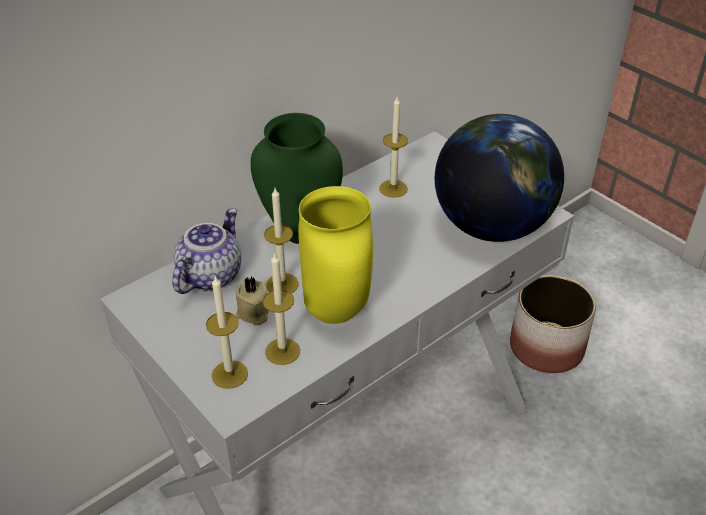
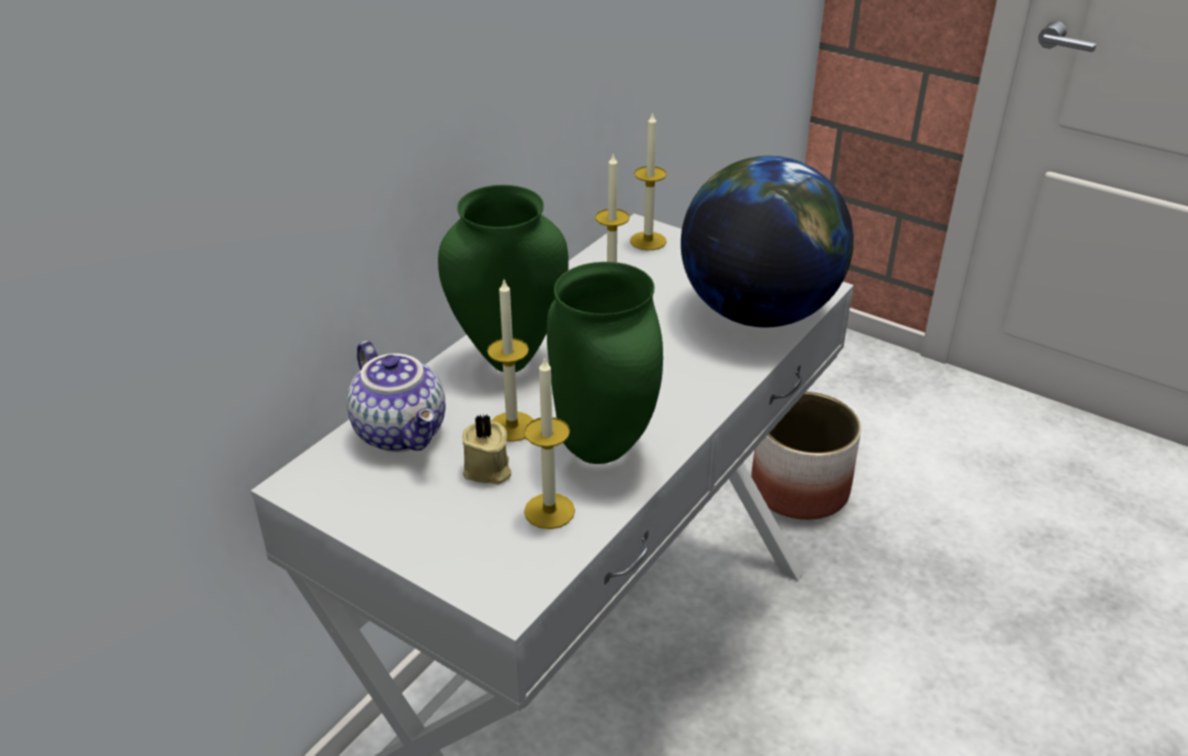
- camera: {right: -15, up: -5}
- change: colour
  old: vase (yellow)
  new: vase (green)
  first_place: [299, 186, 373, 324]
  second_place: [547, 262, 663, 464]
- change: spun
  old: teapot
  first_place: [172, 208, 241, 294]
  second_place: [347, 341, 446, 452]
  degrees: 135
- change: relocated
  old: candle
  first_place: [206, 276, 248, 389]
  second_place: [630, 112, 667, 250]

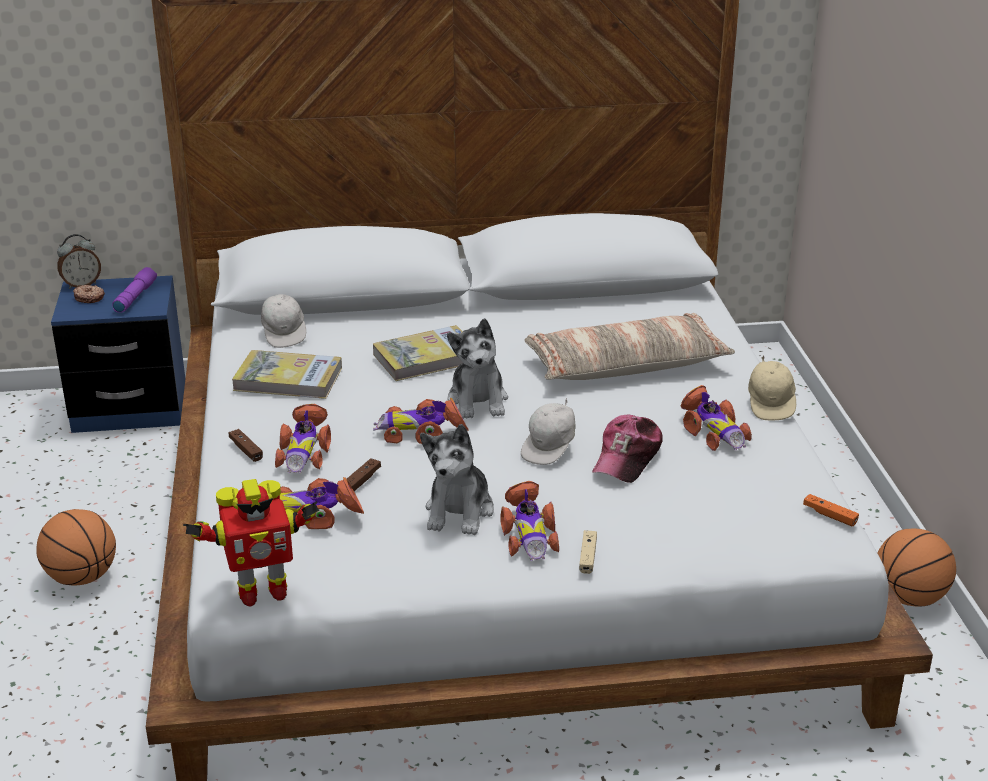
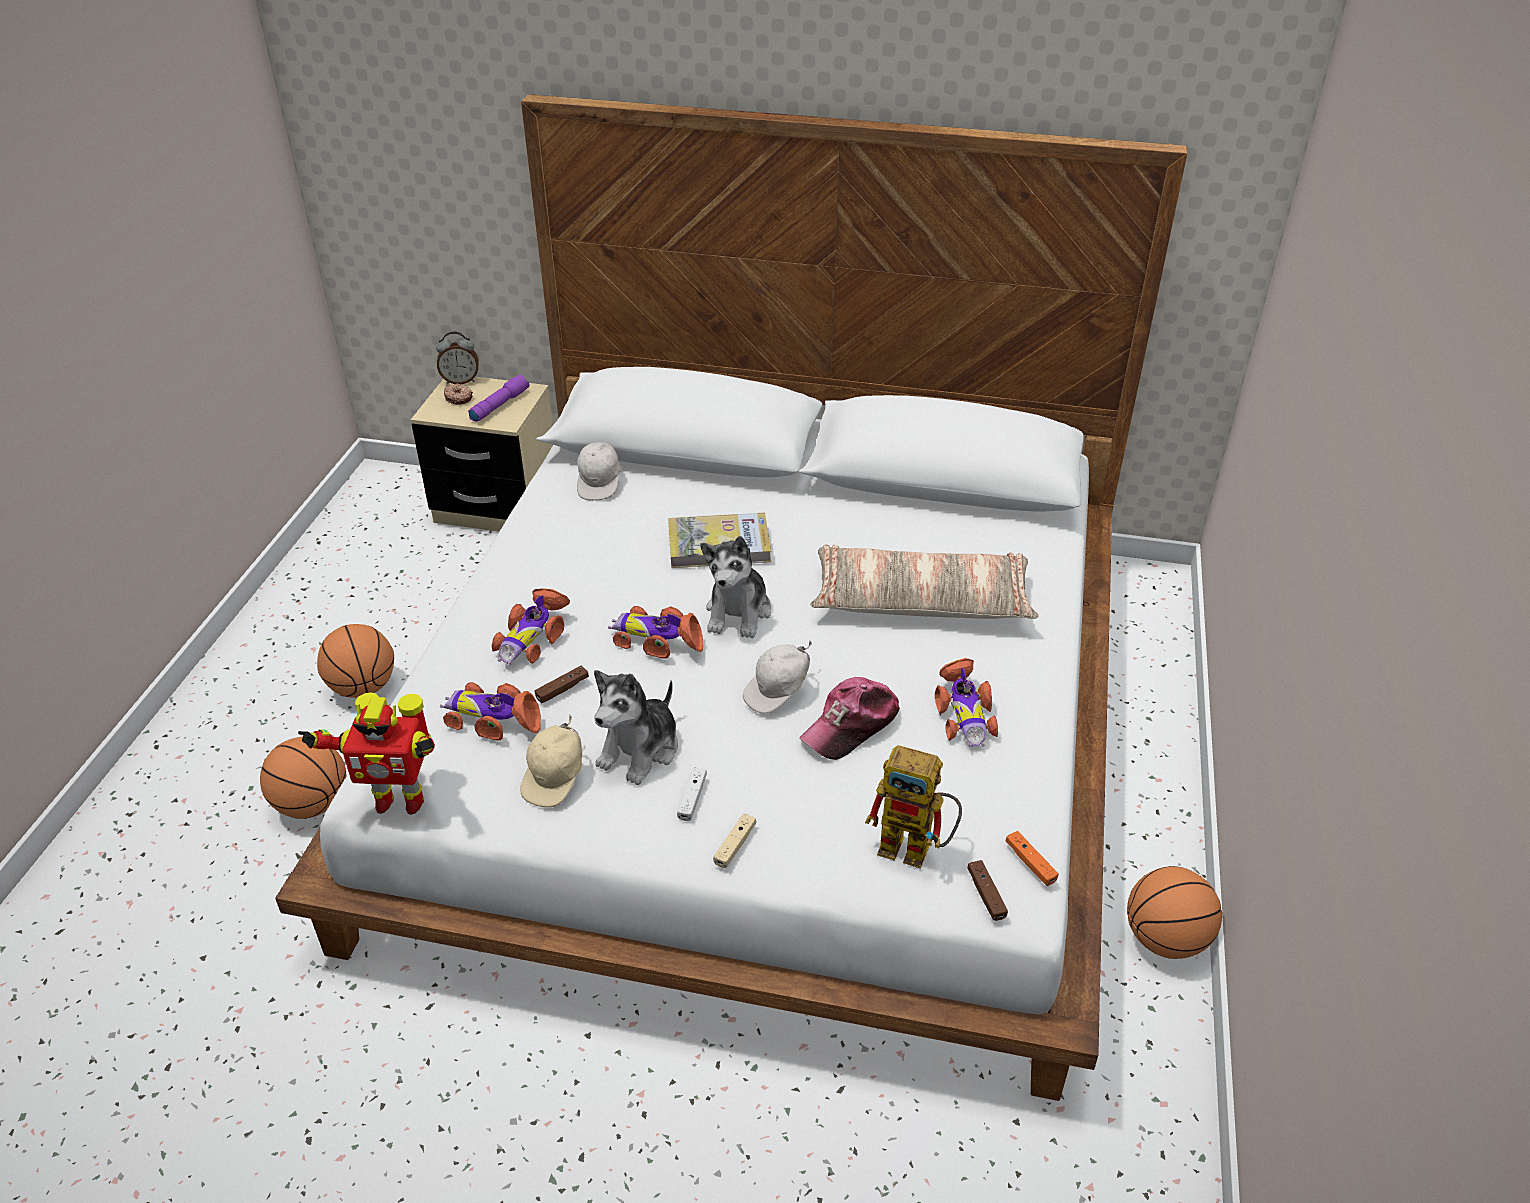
- camera: {right: 20, up: 10}
- change: colour
  old: nightstand (blue)
  new: nightstand (beige)
  first_place: [51, 275, 185, 433]
  second_place: [411, 377, 553, 532]
- change: missing
  old: book
  first_place: [232, 350, 342, 399]
- change: relocated
  old: cap (beige)
  first_place: [748, 355, 796, 421]
  second_place: [520, 714, 582, 807]
- change: relocated
  old: game controller (brown)
  first_place: [229, 429, 263, 462]
  second_place: [967, 860, 1008, 921]
- change: exchanged
  old: toy car
  new: game controller (white)
  first_place: [501, 481, 559, 561]
  second_place: [677, 767, 707, 821]
- change: appeared
  new: basketball
  second_place: [260, 736, 346, 819]
- change: appeared
  new: toy robot
  second_place: [865, 745, 962, 869]

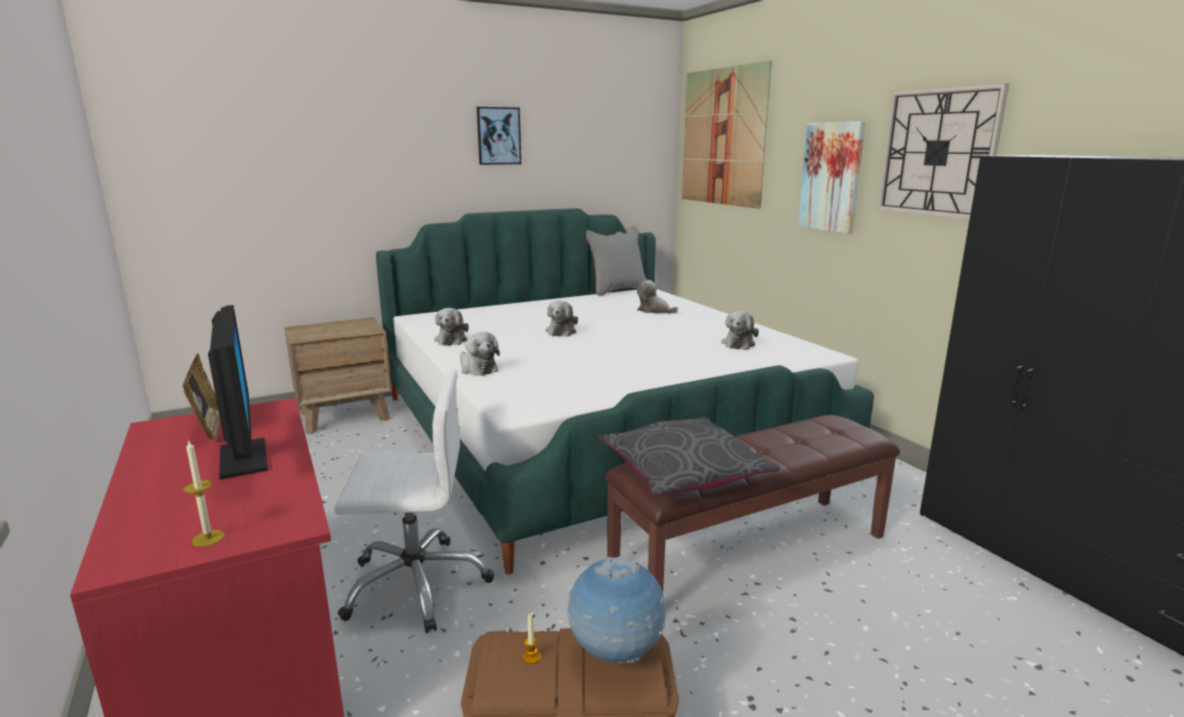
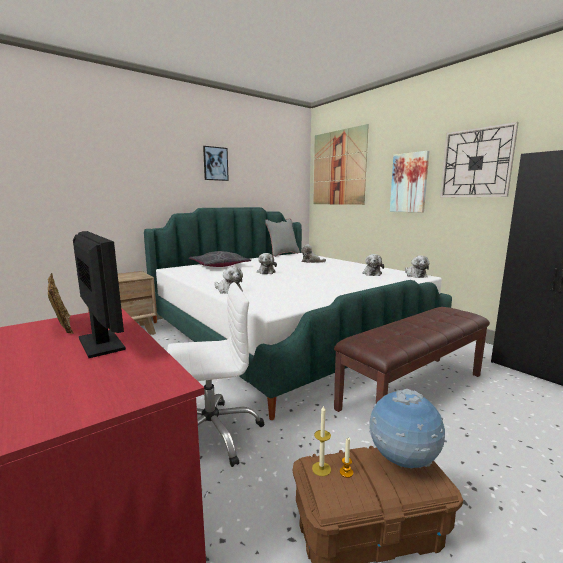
- camera: {right: -10, up: -5}
- change: relocated
  old: plush toy
  first_place: [434, 308, 469, 345]
  second_place: [405, 255, 429, 278]
- change: relocated
  old: pillow (grey)
  first_place: [598, 417, 780, 497]
  second_place: [189, 251, 251, 267]
- change: relocated
  old: candle
  first_place: [183, 439, 225, 547]
  second_place: [312, 405, 331, 476]

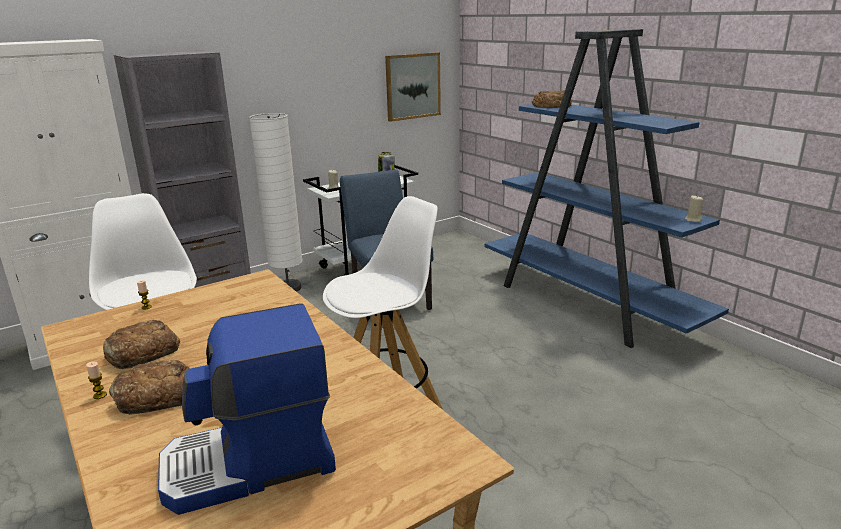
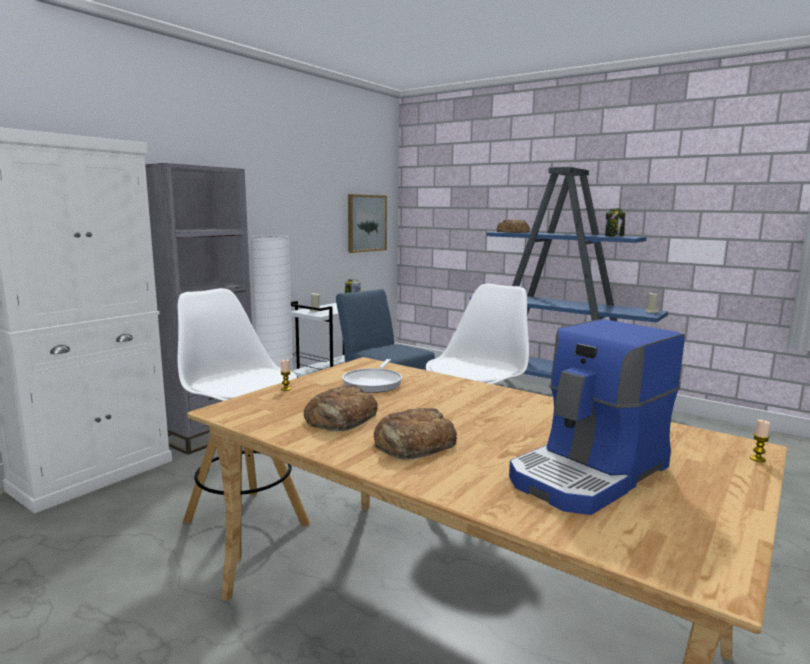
- camera: {right: -20, up: -10}
- change: relocated
  old: candle
  first_place: [86, 362, 107, 399]
  second_place: [750, 419, 770, 462]
- change: appeared
  new: jar
  second_place: [605, 208, 625, 237]
- change: appeared
  new: frying pan
  second_place: [342, 359, 402, 393]

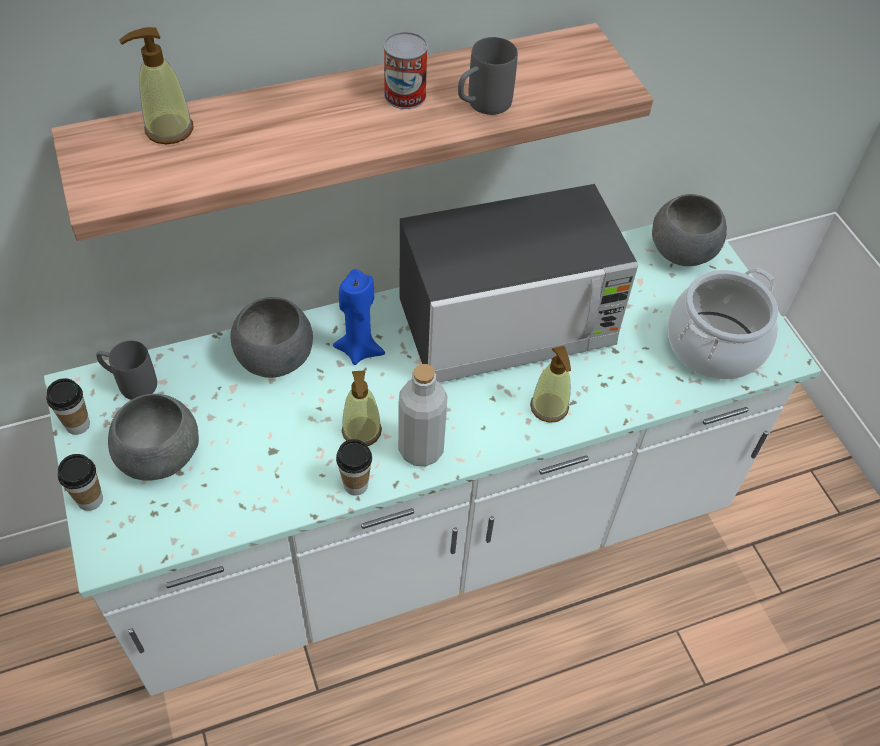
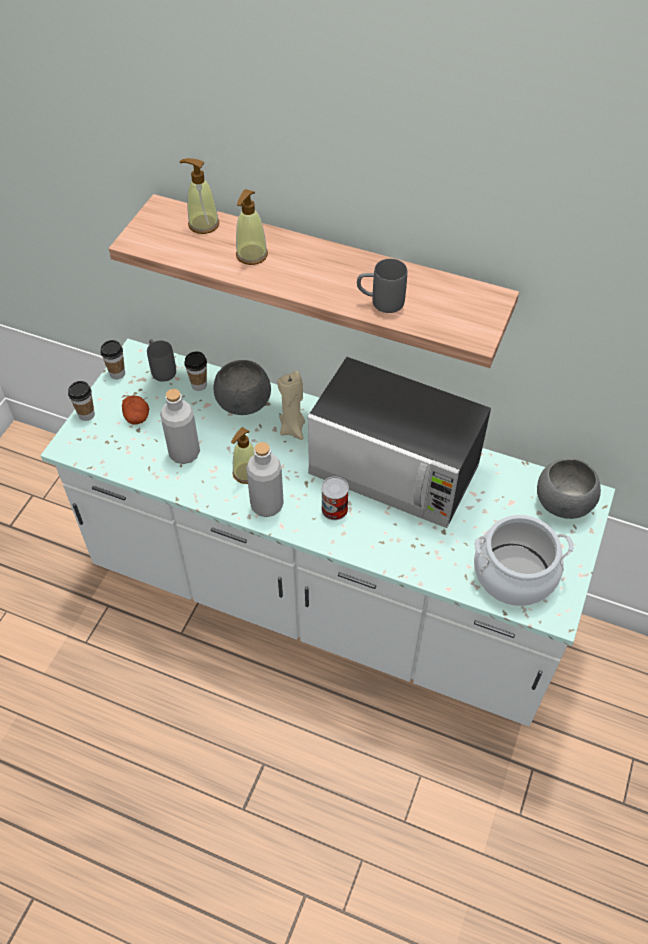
- camera: {right: 45, up: 0}
- change: relocated
  old: can
  first_place: [383, 32, 428, 109]
  second_place: [321, 477, 349, 520]
- change: colour
  old: candle (blue)
  new: candle (beige)
  first_place: [333, 269, 385, 365]
  second_place: [278, 371, 305, 440]
- change: relocated
  old: soap dispenser
  first_place: [530, 346, 571, 423]
  second_place: [236, 189, 268, 265]
- change: exchanged
  old: bowl (grey)
  new: potato
  first_place: [108, 394, 199, 481]
  second_place: [122, 395, 149, 425]
- change: relocated
  old: cup
  first_place: [336, 439, 372, 495]
  second_place: [184, 351, 207, 391]
- change: appeared
  new: bottle (grey)
  second_place: [160, 389, 200, 464]

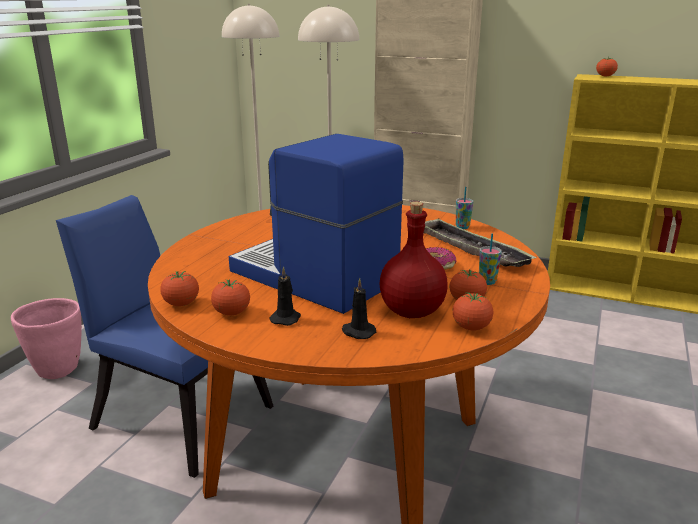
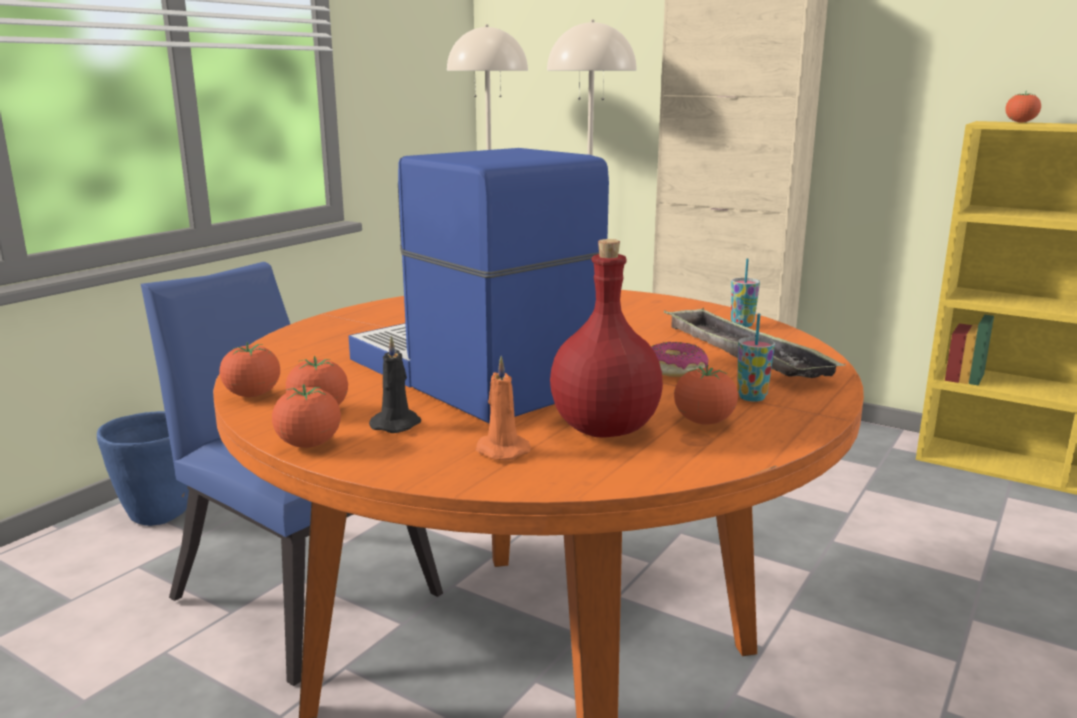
- camera: {right: 10, up: -5}
- change: colour
  old: candle (black)
  new: candle (orange)
  first_place: [342, 278, 376, 339]
  second_place: [476, 356, 531, 460]
- change: relocated
  old: tomato
  first_place: [453, 293, 493, 330]
  second_place: [272, 384, 341, 448]
- change: colour
  old: planter (pink)
  new: planter (blue)
  first_place: [11, 298, 82, 379]
  second_place: [97, 411, 189, 526]

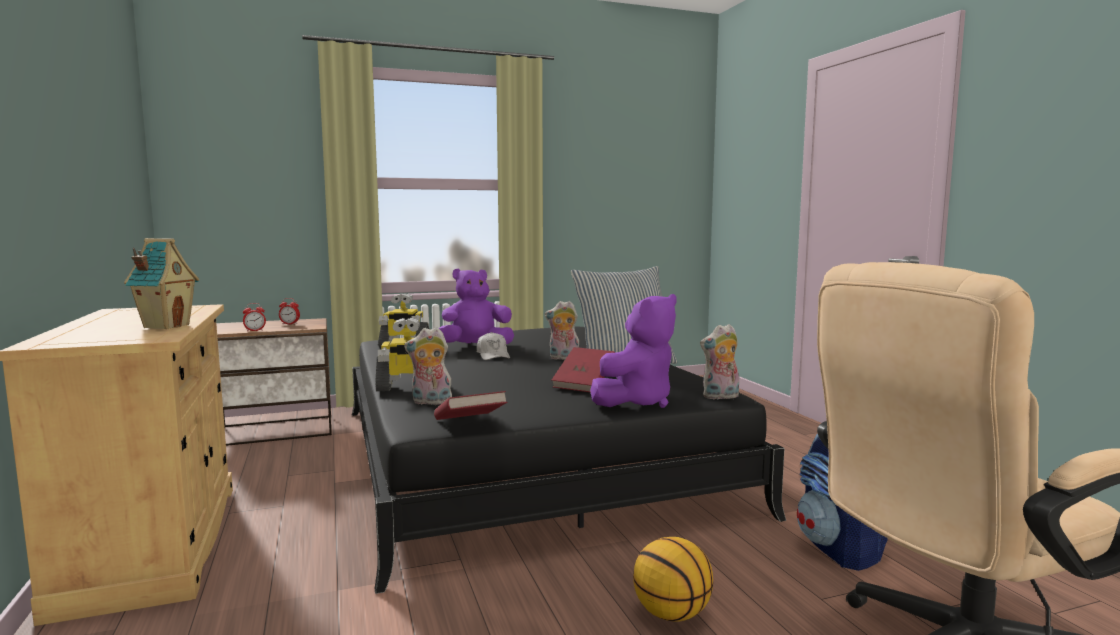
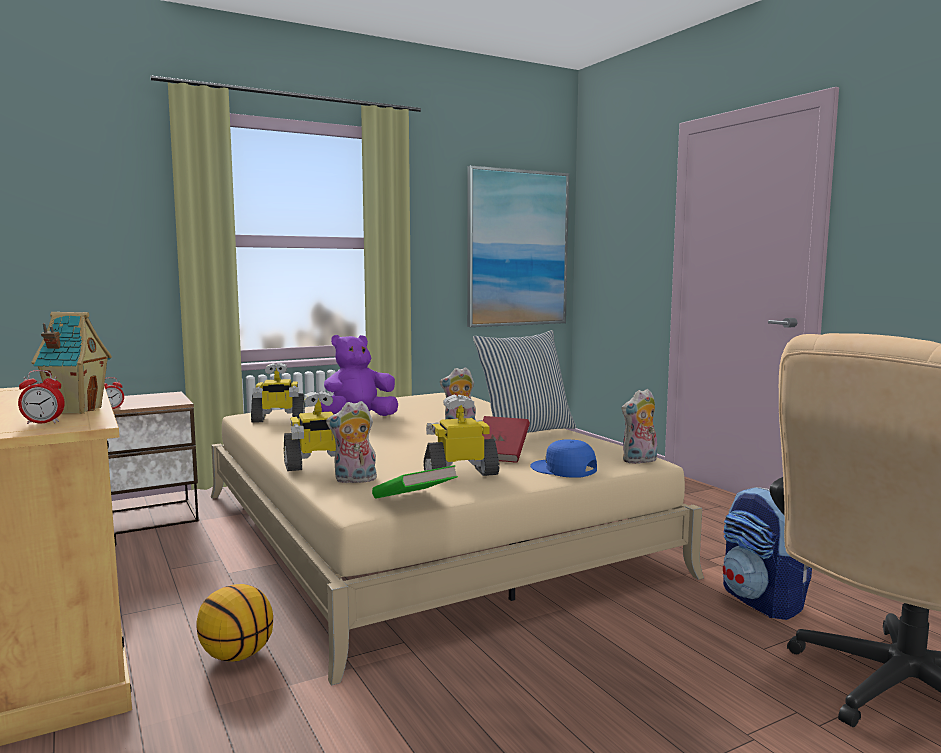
- camera: {right: -10, up: 0}
- change: exchanged
  old: plush toy (purple)
  new: cap (blue)
  first_place: [590, 294, 676, 408]
  second_place: [530, 439, 597, 478]
- change: relocated
  old: alarm clock
  first_place: [279, 298, 300, 325]
  second_place: [18, 370, 65, 424]
- change: colour
  old: bed (black)
  new: bed (beige)
  first_place: [352, 327, 786, 594]
  second_place: [211, 393, 704, 685]
- change: missing
  old: cap (white)
  first_place: [477, 332, 510, 360]
- change: colour
  old: book (red)
  new: book (green)
  first_place: [434, 391, 507, 420]
  second_place: [372, 465, 458, 499]
- change: relocated
  old: basketball
  first_place: [633, 537, 713, 621]
  second_place: [196, 584, 273, 662]
- change: appeared
  new: picture
  second_place: [467, 166, 569, 327]
- change: appeared
  new: toy robot
  second_place: [423, 395, 500, 476]

